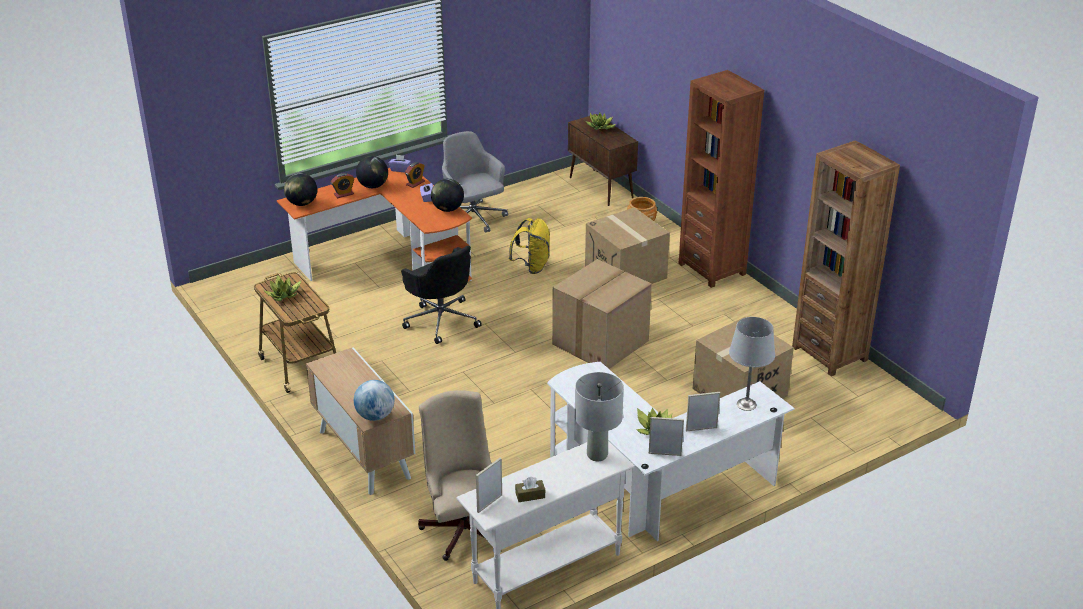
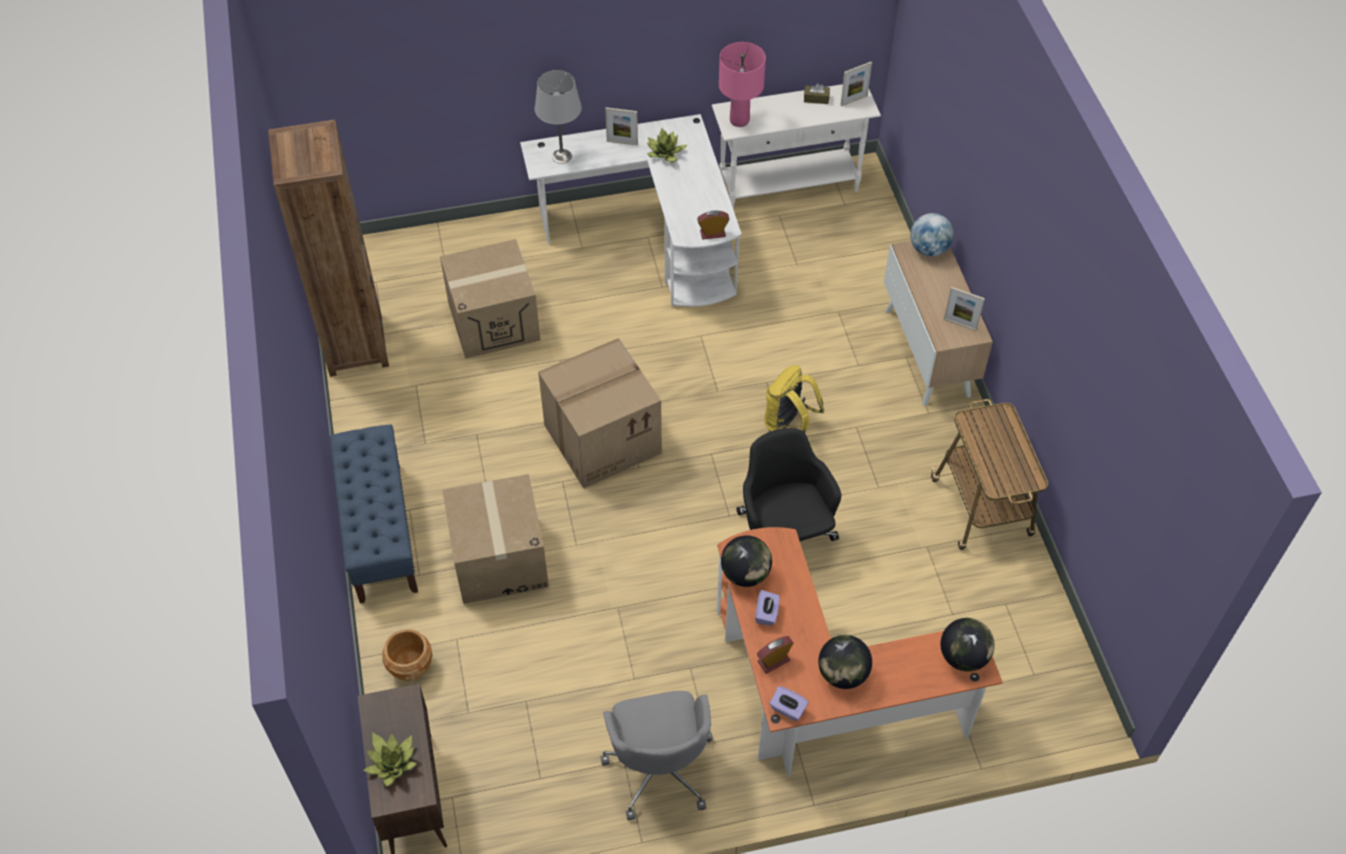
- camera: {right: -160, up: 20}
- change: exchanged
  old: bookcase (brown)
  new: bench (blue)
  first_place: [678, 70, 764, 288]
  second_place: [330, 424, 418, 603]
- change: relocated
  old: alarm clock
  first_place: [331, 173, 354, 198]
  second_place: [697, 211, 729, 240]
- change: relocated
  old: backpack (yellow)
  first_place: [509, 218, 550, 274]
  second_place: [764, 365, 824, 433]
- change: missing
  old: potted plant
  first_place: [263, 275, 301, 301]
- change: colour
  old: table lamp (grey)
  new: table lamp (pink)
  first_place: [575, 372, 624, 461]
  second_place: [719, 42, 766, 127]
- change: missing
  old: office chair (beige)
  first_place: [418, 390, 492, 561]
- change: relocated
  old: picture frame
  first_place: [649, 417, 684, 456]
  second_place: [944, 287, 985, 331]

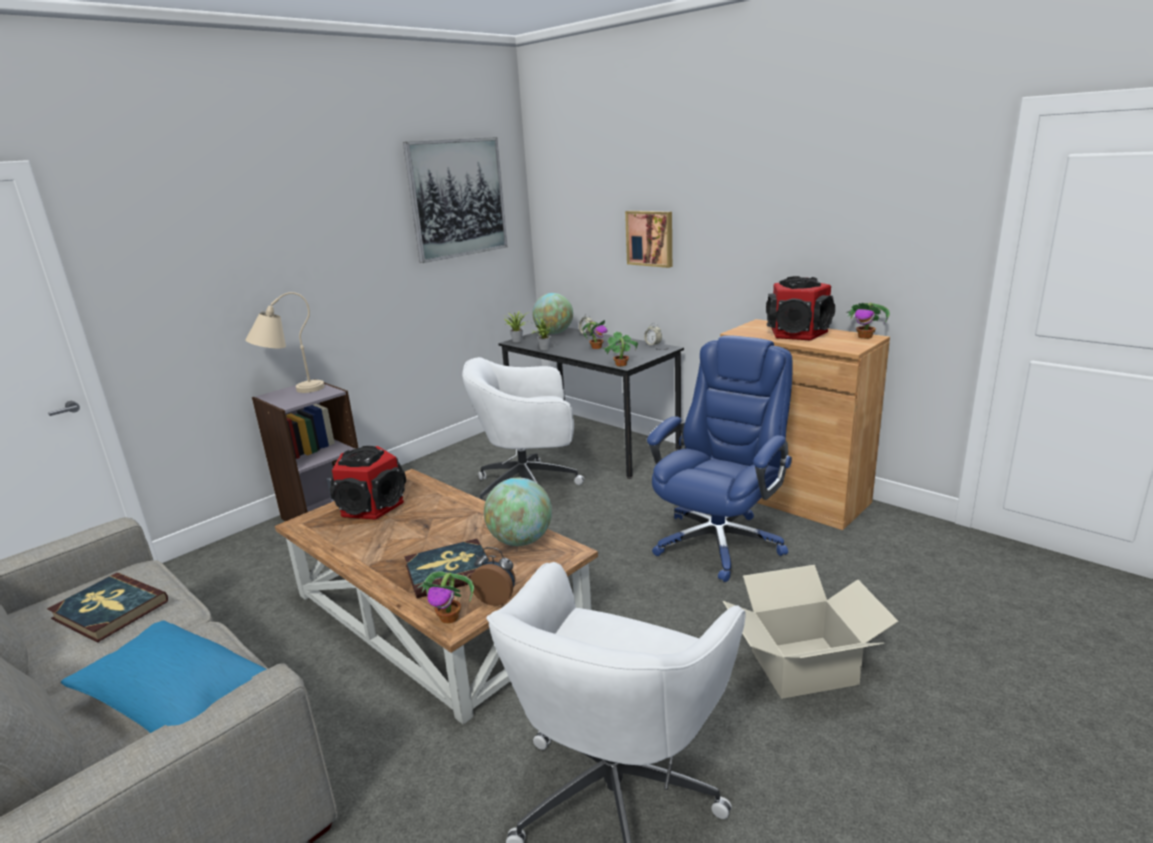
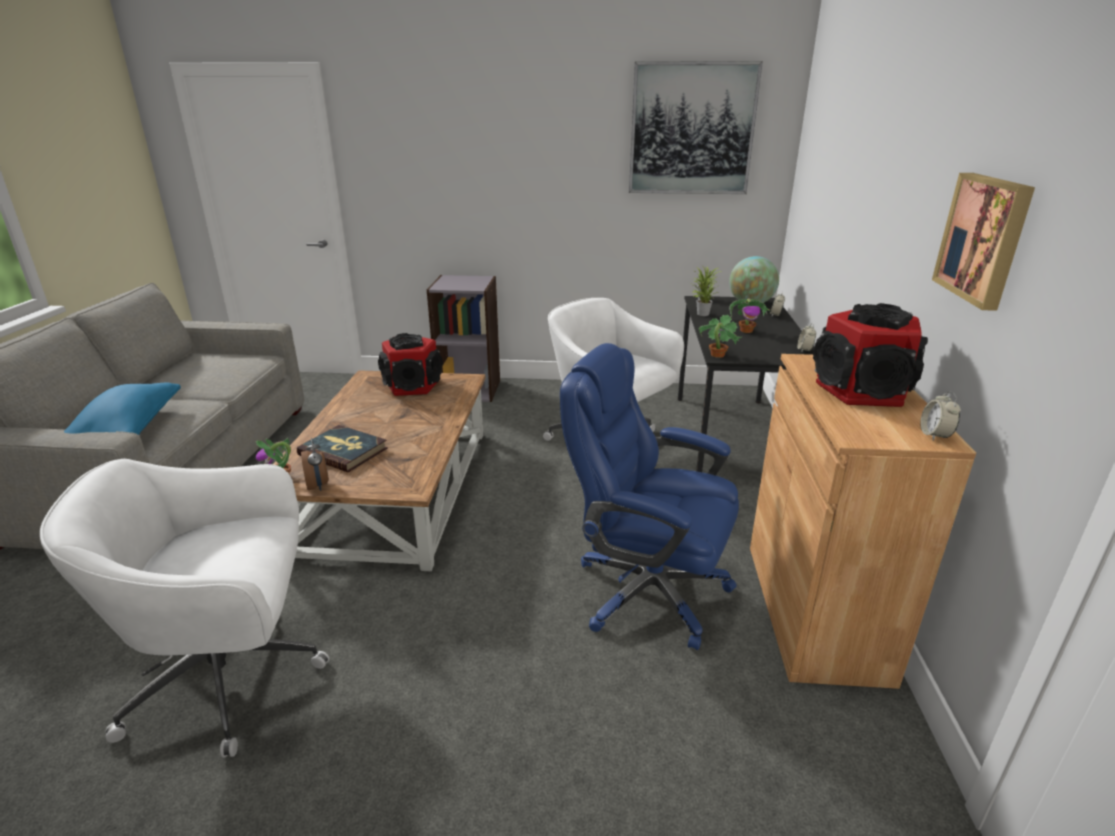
- camera: {right: 50, up: 5}
- change: relocated
  old: picture
  first_place: [625, 211, 672, 268]
  second_place: [932, 173, 1035, 311]
- change: missing
  old: table lamp (beige)
  first_place: [245, 292, 325, 393]
- change: exchanged
  old: potted plant
  new: alarm clock
  first_place: [845, 303, 890, 339]
  second_place: [920, 391, 961, 441]
- change: spun
  old: office chair (blue)
  first_place: [647, 335, 792, 582]
  second_place: [560, 343, 739, 650]
  degrees: -150
- change: missing
  old: globe
  first_place: [484, 478, 552, 546]
- change: missing
  old: cardboard box
  first_place: [723, 565, 898, 699]
- change: missing
  old: book
  first_place: [47, 573, 168, 642]

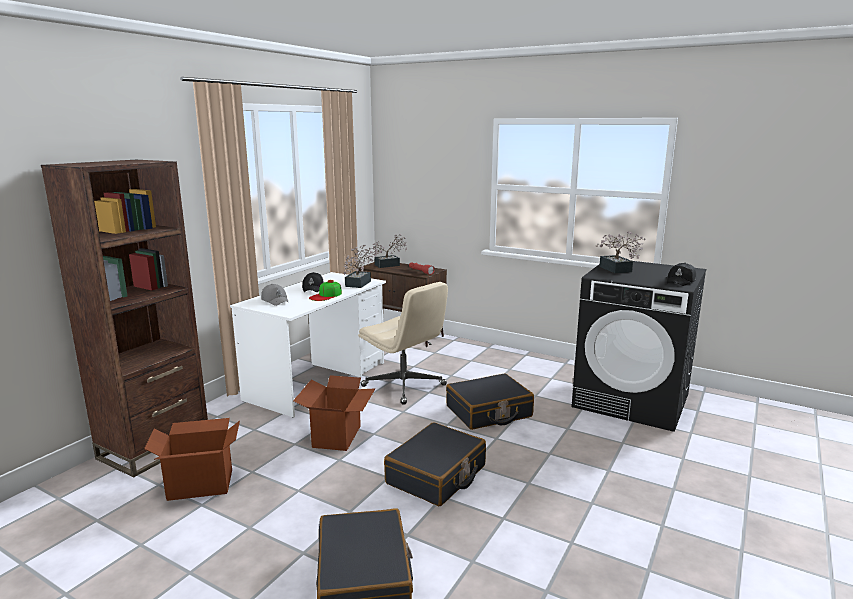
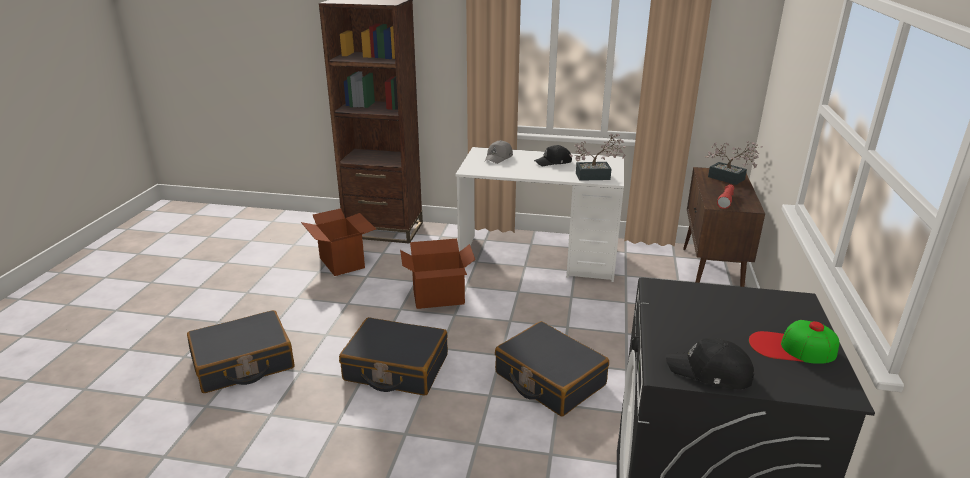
- camera: {right: 70, up: 10}
- change: missing
  old: potted plant
  first_place: [595, 231, 646, 273]
- change: relocated
  old: cap
  first_place: [309, 280, 342, 301]
  second_place: [749, 320, 839, 364]
- change: missing
  old: office chair (beige)
  first_place: [358, 282, 448, 405]

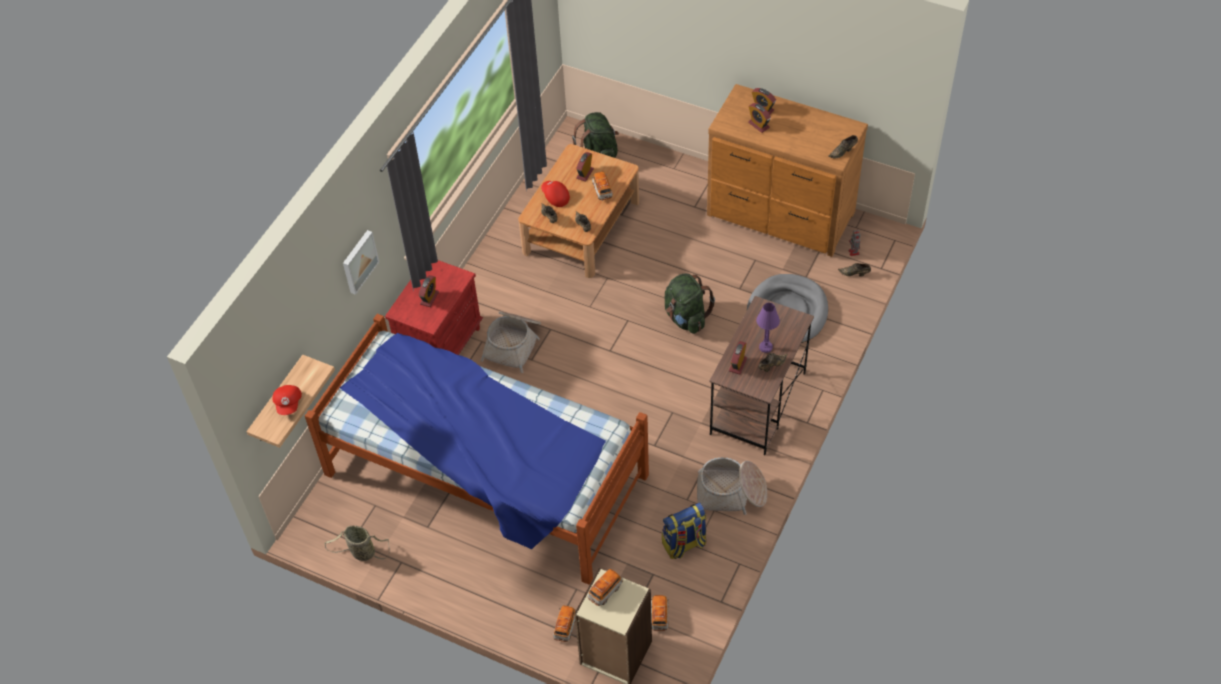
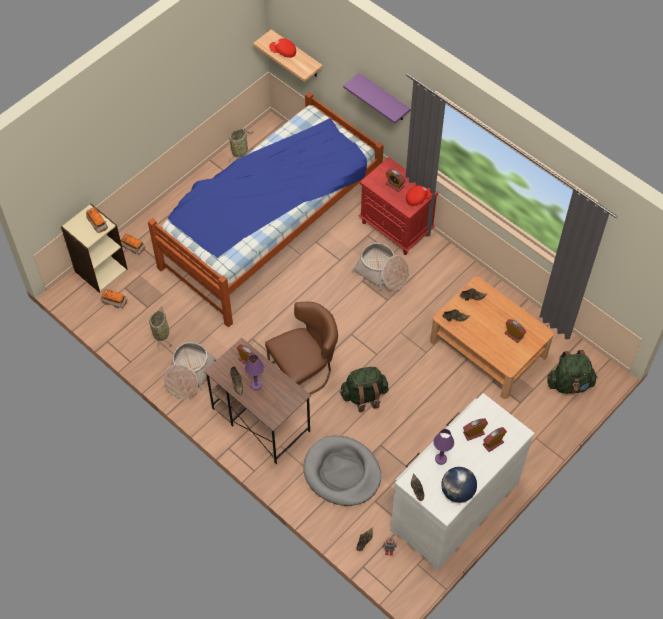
- camera: {right: 105, up: 5}
- change: colour
  old: dresser (brown)
  new: dresser (white)
  first_place: [707, 84, 868, 257]
  second_place: [390, 393, 535, 571]
- change: missing
  old: toy car
  first_place: [592, 172, 613, 200]
- change: relocated
  old: cap (red)
  first_place: [541, 181, 570, 207]
  second_place: [406, 185, 432, 206]
- change: exchanged
  old: picture
  new: shelf (purple)
  first_place: [343, 230, 379, 295]
  second_place: [343, 73, 411, 123]
- change: exchanged
  old: backpack
  new: basket
  first_place: [662, 503, 707, 559]
  second_place: [149, 306, 172, 349]
- change: appeared
  new: chair (brown)
  second_place: [265, 302, 338, 395]
- change: appeared
  new: table lamp (purple)
  second_place: [434, 429, 454, 465]
- change: appeared
  new: globe
  second_place: [441, 467, 477, 503]

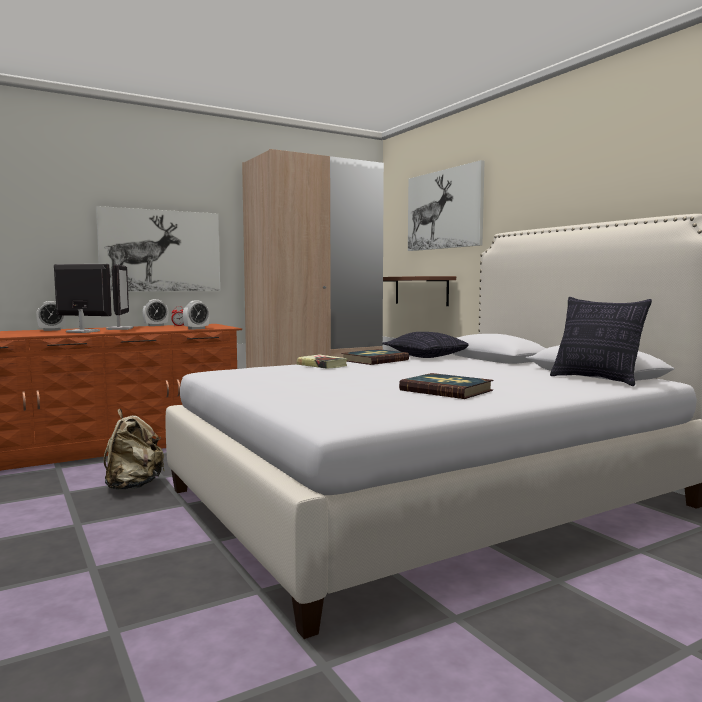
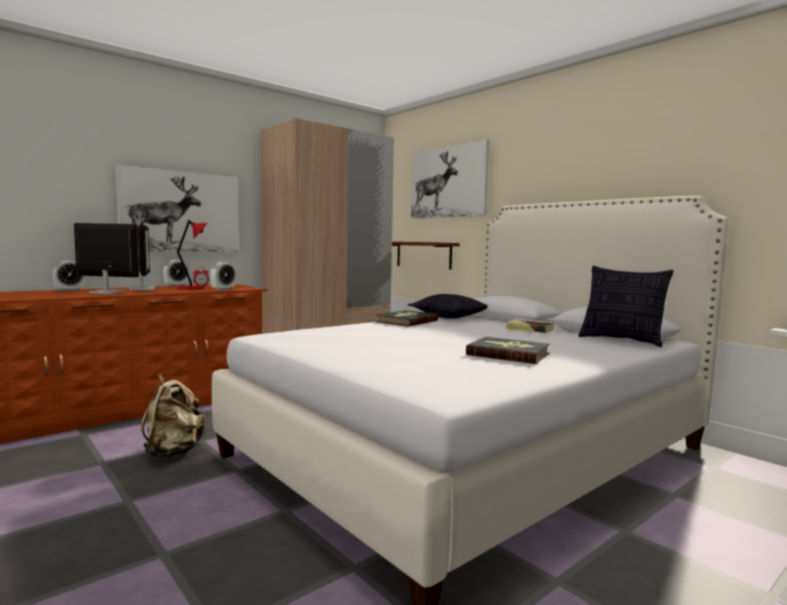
- camera: {right: -10, up: 0}
- change: relocated
  old: book
  first_place: [297, 355, 348, 369]
  second_place: [506, 319, 554, 333]
- change: appeared
  new: table lamp (red)
  second_place: [177, 220, 208, 290]

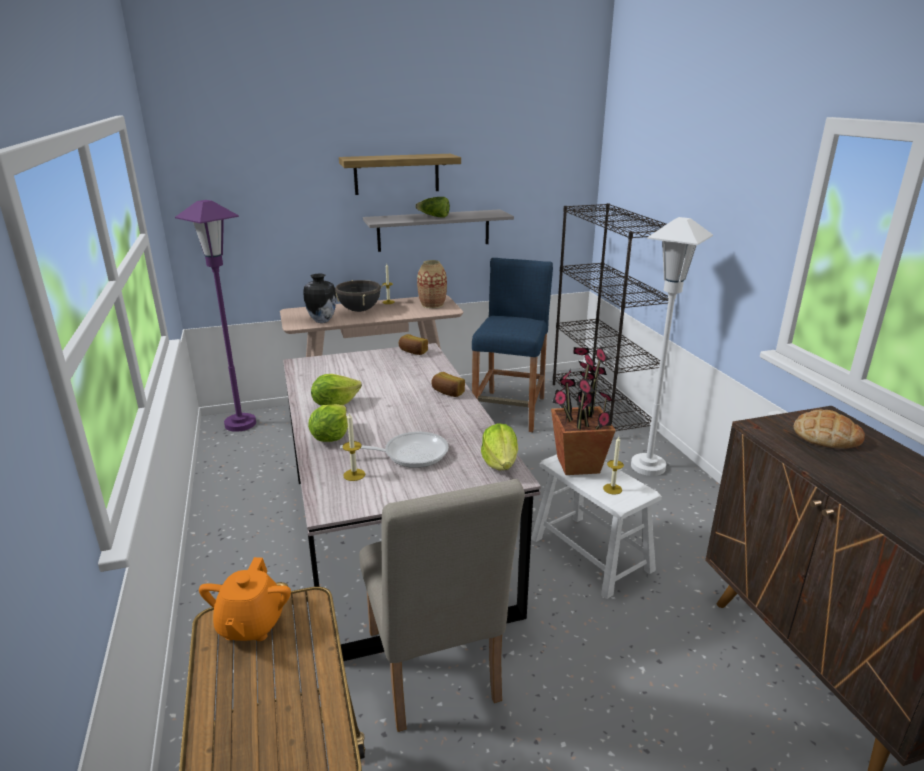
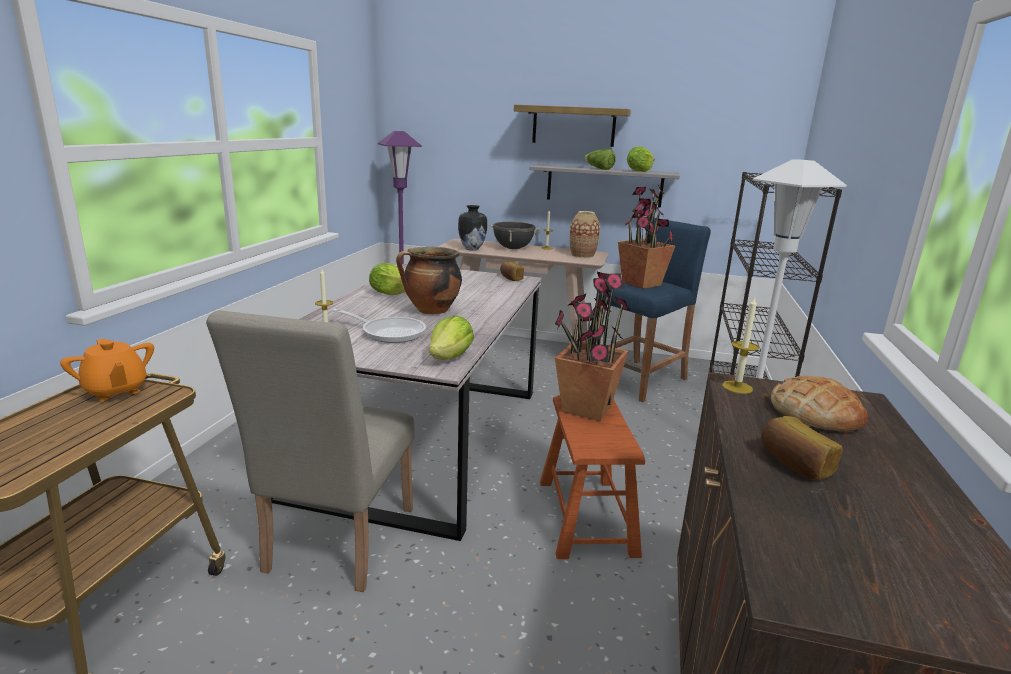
- camera: {right: 30, up: -5}
- change: relocated
  old: bread
  first_place: [431, 372, 465, 397]
  second_place: [761, 416, 843, 480]
- change: relocated
  old: lettuce
  first_place: [308, 404, 348, 442]
  second_place: [627, 147, 654, 172]
- change: relocated
  old: candle
  first_place: [603, 436, 624, 495]
  second_place: [722, 296, 759, 394]
- change: colour
  old: stool (white)
  new: stool (brown)
  first_place: [531, 455, 662, 599]
  second_place: [540, 395, 645, 559]
- change: spun
  old: teapot (orange)
  first_place: [199, 557, 291, 641]
  second_place: [60, 339, 154, 401]
  degrees: -75
- change: appeared
  new: potted plant
  second_place: [618, 184, 675, 289]
- change: appeared
  new: cooking pot
  second_place: [396, 247, 462, 314]

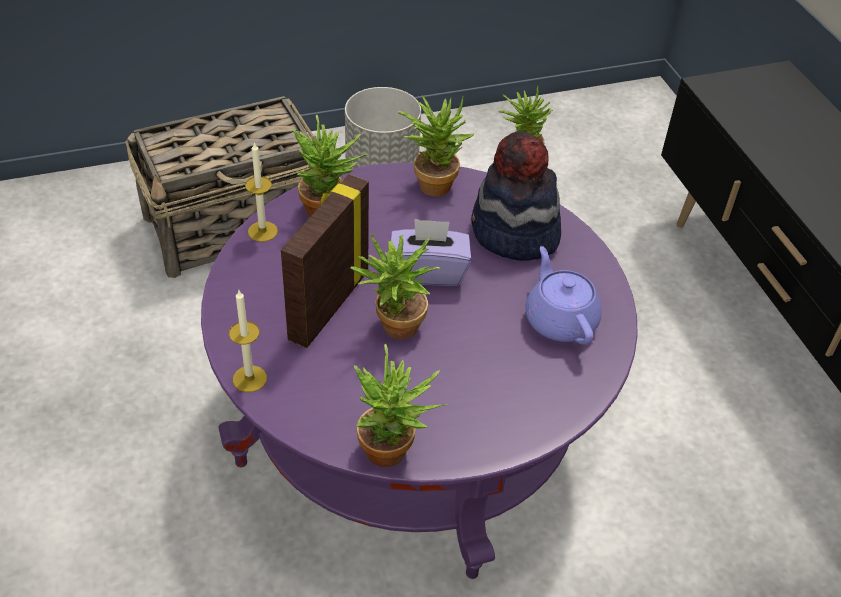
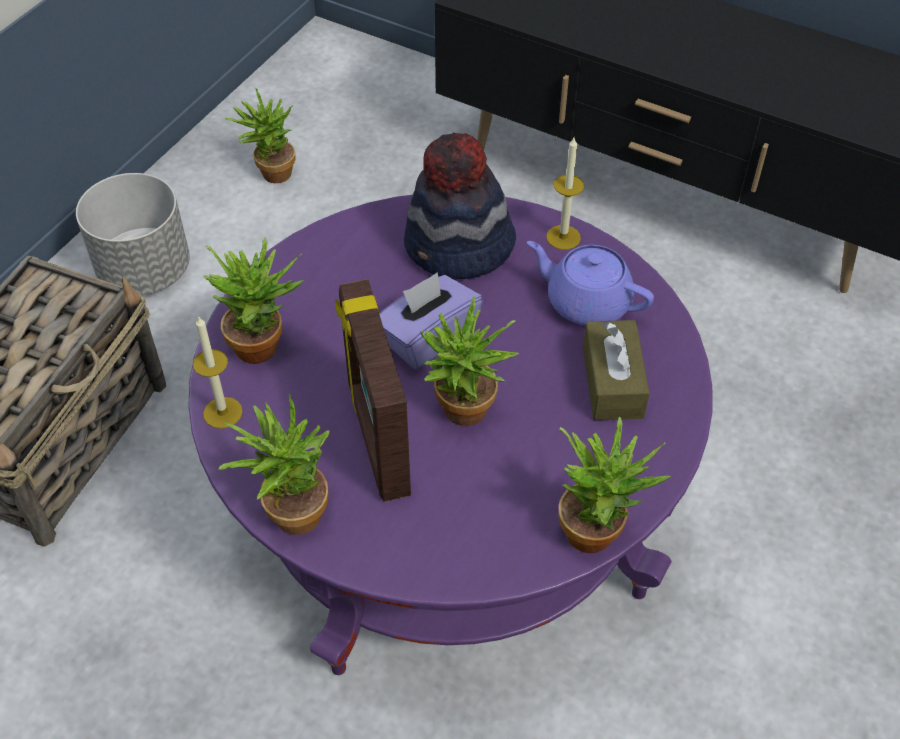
- camera: {right: -40, up: 5}
- change: relocated
  old: potted plant
  first_place: [398, 95, 474, 197]
  second_place: [218, 393, 330, 535]
- change: relocated
  old: candle
  first_place: [229, 290, 267, 392]
  second_place: [546, 138, 584, 250]
- change: appeared
  new: tissue box (brown)
  second_place: [583, 320, 650, 420]

